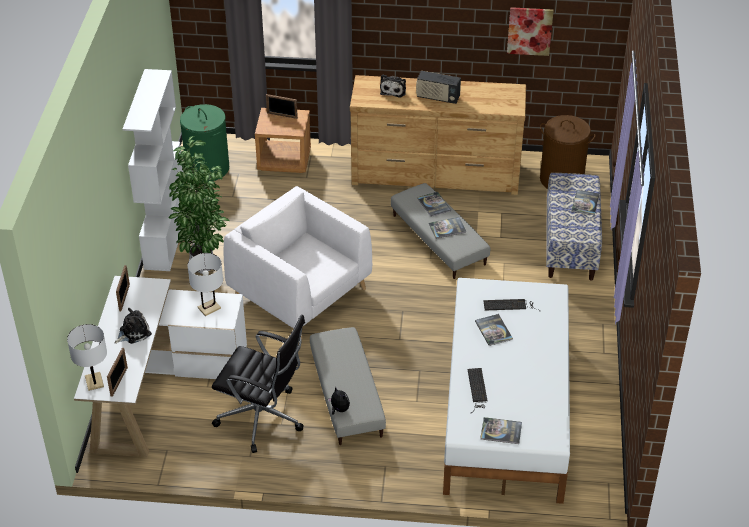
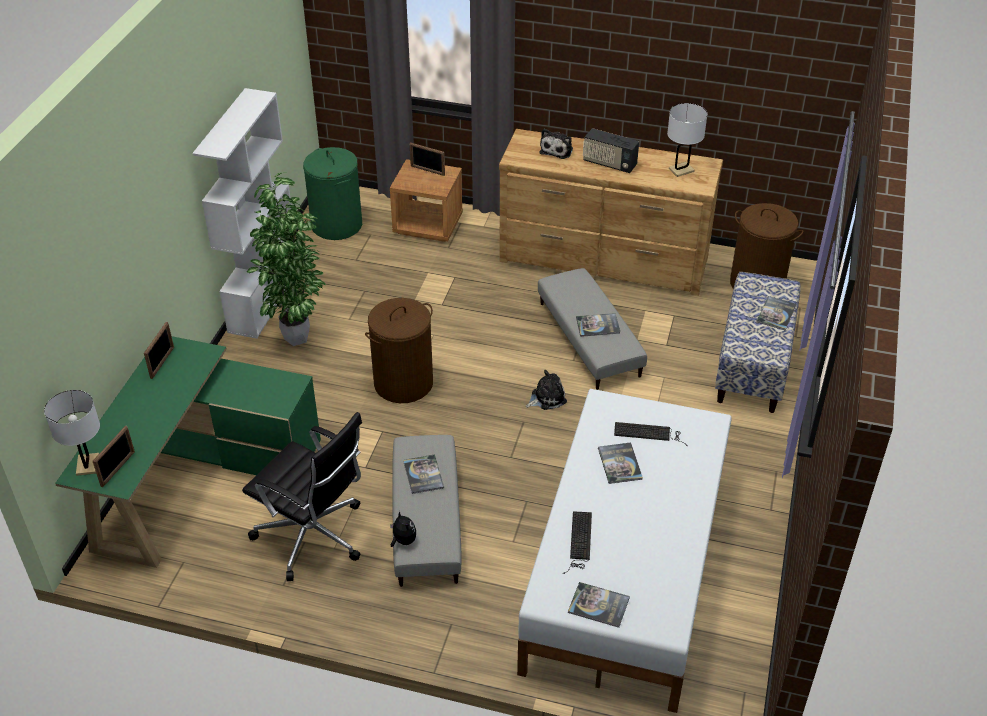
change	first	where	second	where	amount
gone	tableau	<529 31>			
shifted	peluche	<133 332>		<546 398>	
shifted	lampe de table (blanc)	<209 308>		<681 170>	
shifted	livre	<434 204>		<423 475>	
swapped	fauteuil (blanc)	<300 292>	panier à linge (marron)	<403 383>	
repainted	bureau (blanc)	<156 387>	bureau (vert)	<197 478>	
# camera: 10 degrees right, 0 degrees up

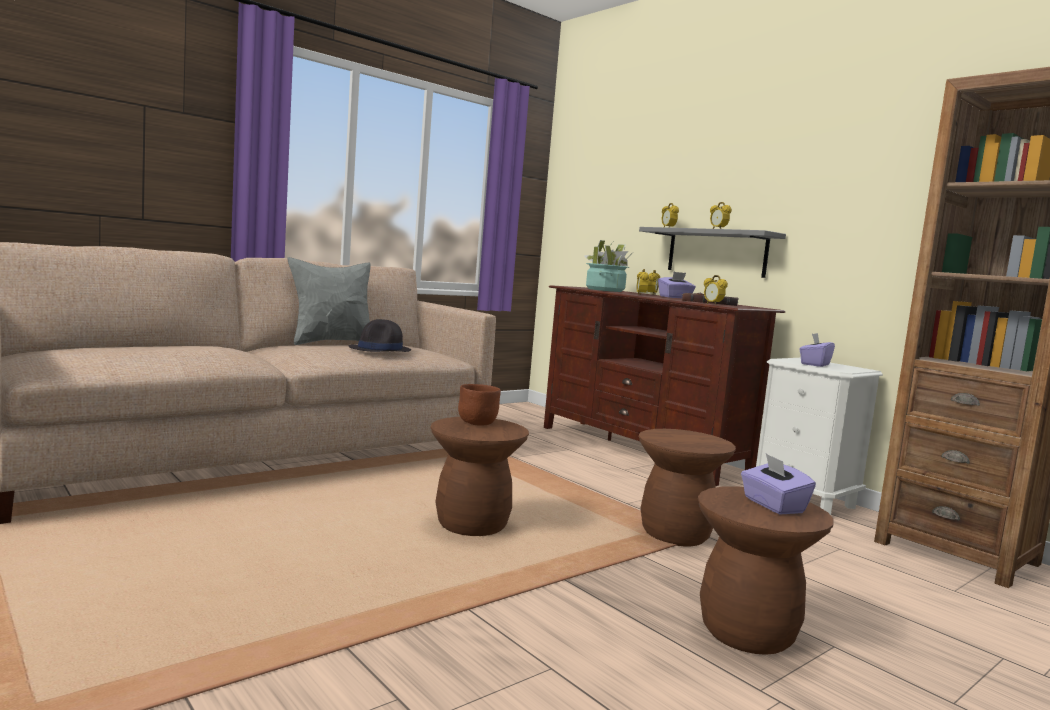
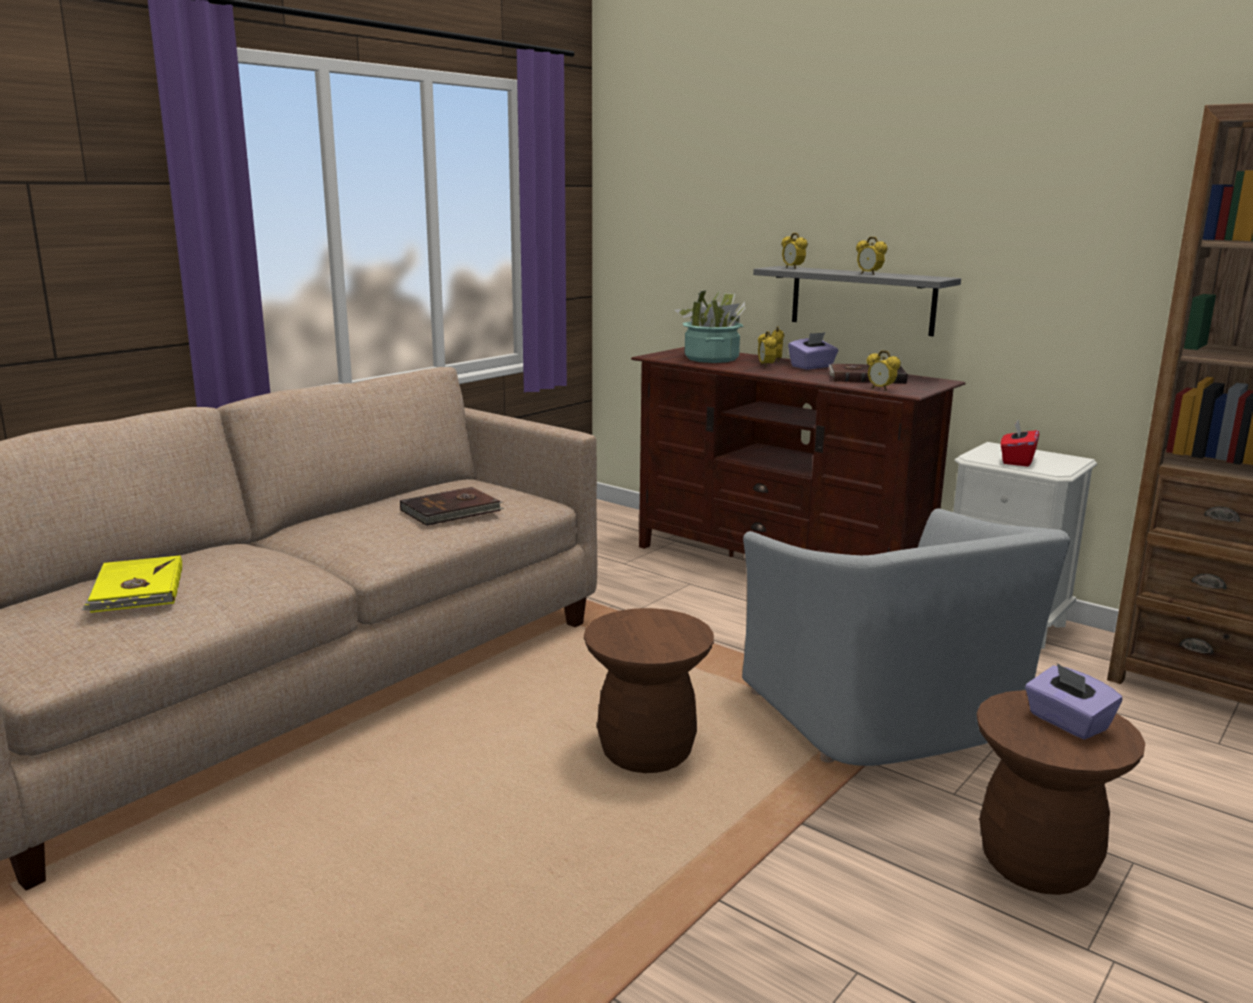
change	first	where	second	where	amount
gone	coussin (gris)	<331 343>			
gone	bol (marron)	<477 424>			
new			livre (jaune)	<136 589>	
swapped	chapeau (noir)	<380 350>	livre (marron)	<452 511>	
swapped	tabouret (marron)	<675 534>	fauteuil (gris)	<888 716>	
repainted	boîte à mouchoirs (violet)	<814 364>	boîte à mouchoirs (rouge)	<1017 461>	
# camera: 10 degrees left, 10 degrees up

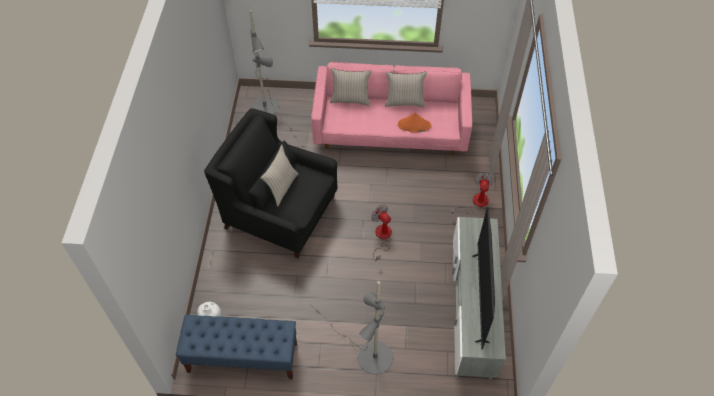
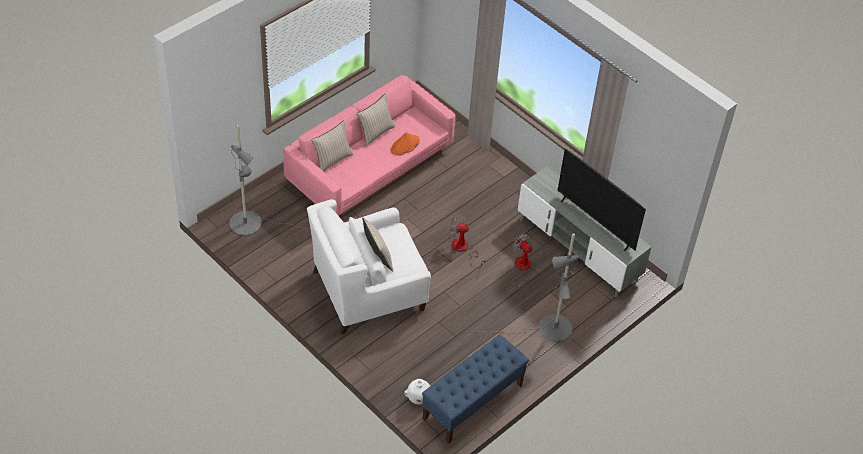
change	first	where	second	where	amount
shifted	ventilateur	<475 203>		<521 268>	
repainted	fauteuil (noir)	<280 212>	fauteuil (blanc)	<368 290>	
# camera: 50 degrees left, 5 degrees down

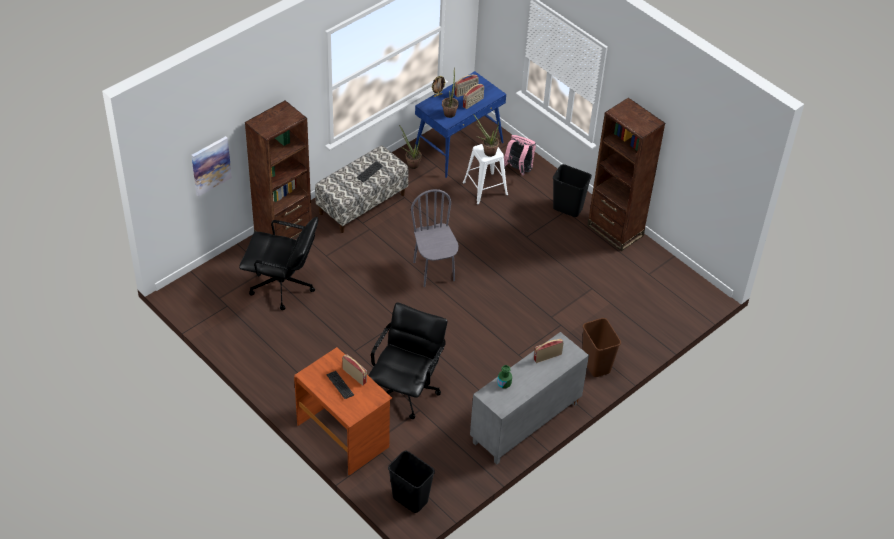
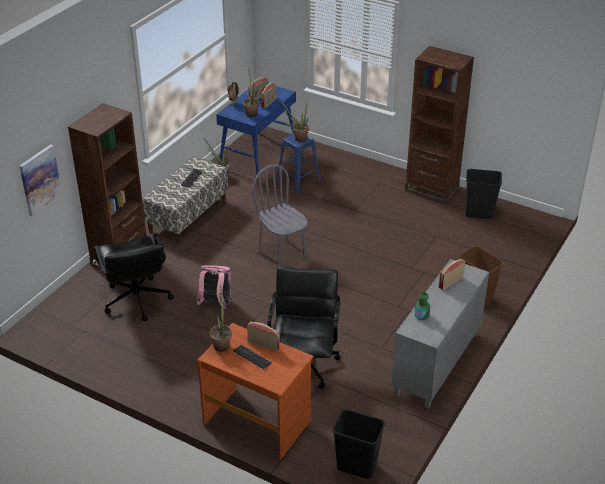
change	first	where	second	where	amount
new			plante en pot	<221 343>	
shifted	sac à dos (rose)	<518 170>		<216 304>	
shifted	poubelle (noir)	<568 208>		<479 213>	
repainted	tabouret (blanc)	<485 189>	tabouret (bleu)	<298 181>	
rotated	chaise de bureau (noir)	<282 286>		<136 300>	75 degrees clockwise
# camera: 15 degrees left, 10 degrees down

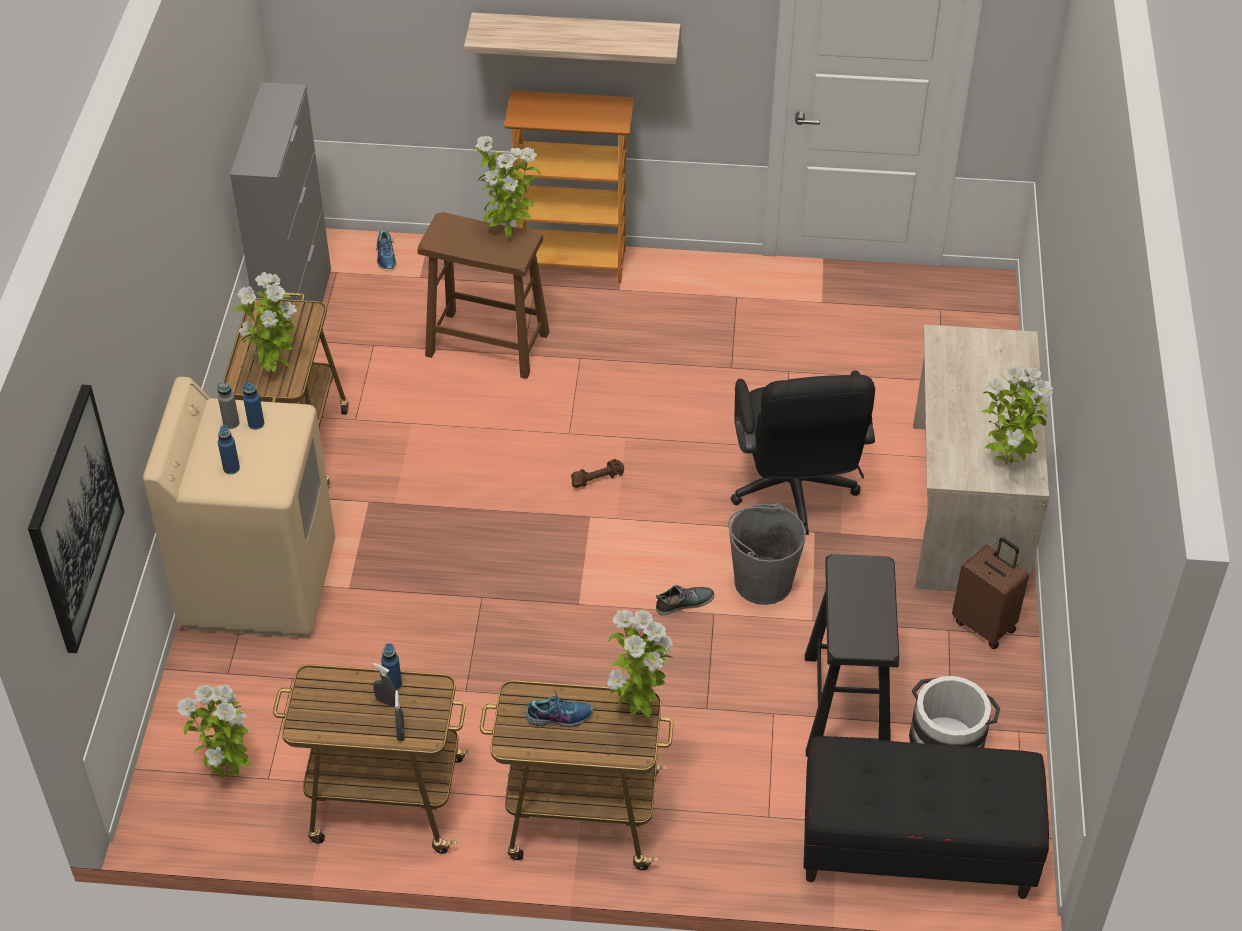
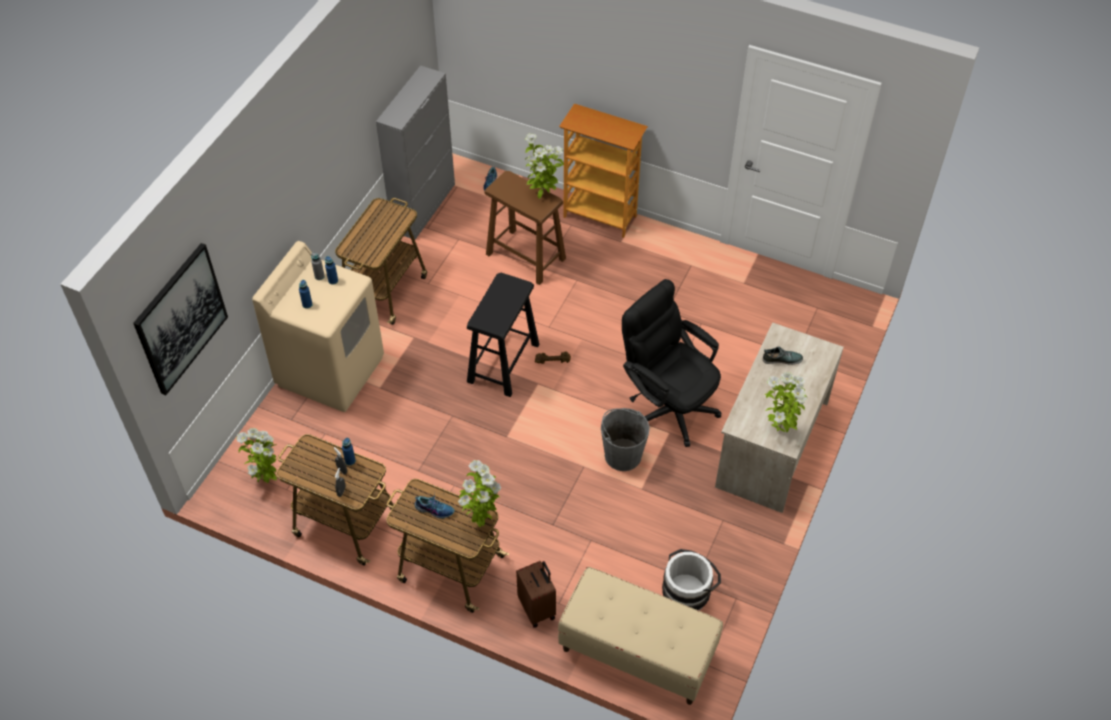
change	first	where	second	where	amount
gone	plante en pot	<275 369>			
gone	étagère	<576 37>			
shifted	chaussure	<684 602>		<782 359>	
shifted	tabouret (noir)	<846 706>		<503 362>	
shifted	valise (marron)	<985 625>		<538 608>	
repainted	banc (noir)	<915 850>	banc (beige)	<637 652>	
rotated	chaise de bureau (noir)	<794 494>		<668 404>	120 degrees clockwise
# camera: 20 degrees right, 5 degrees up

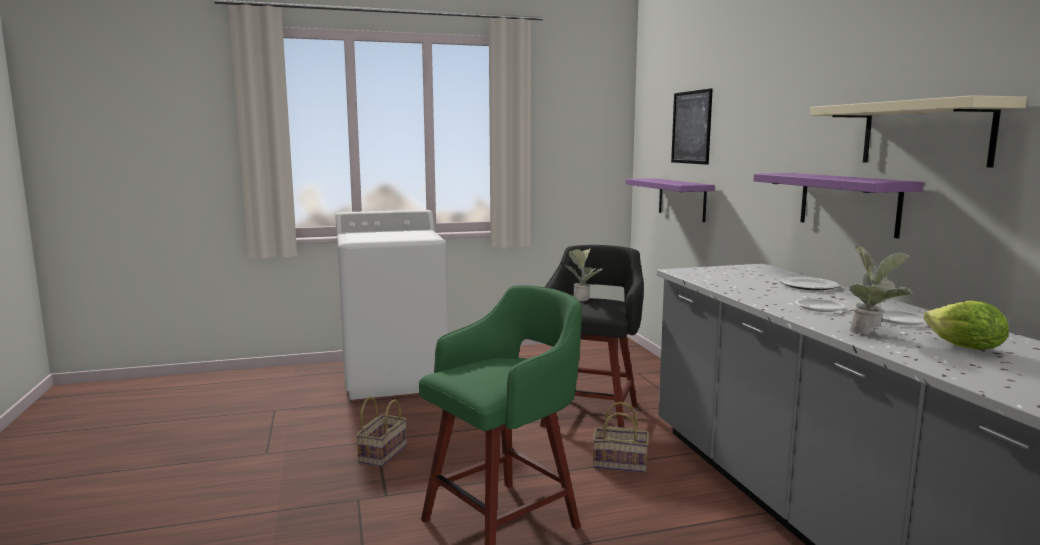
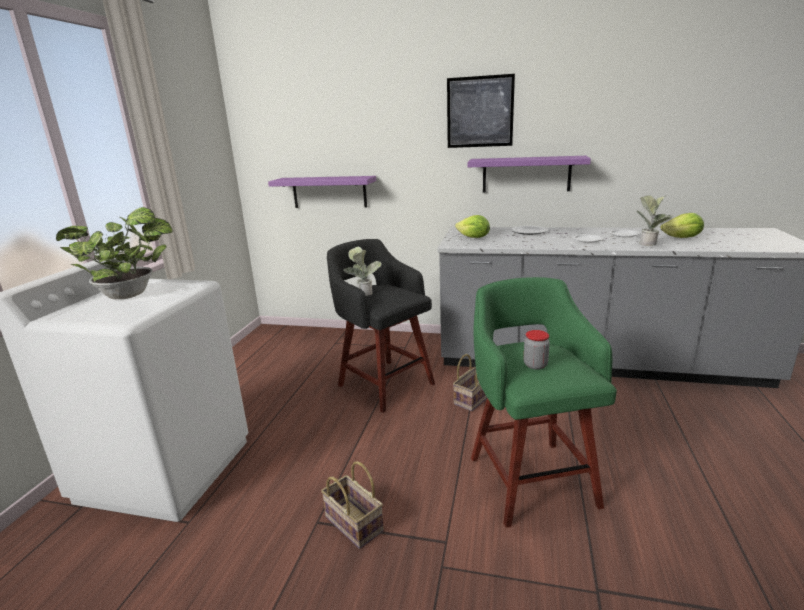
change	first	where	second	where	amount
gone	étagère (beige)	<925 134>			
new			plante en pot	<131 295>	
new			laitue	<473 238>	
new			bocal	<535 365>	
shifted	tableau	<691 127>		<480 112>	
# camera: 60 degrees left, 10 degrees up

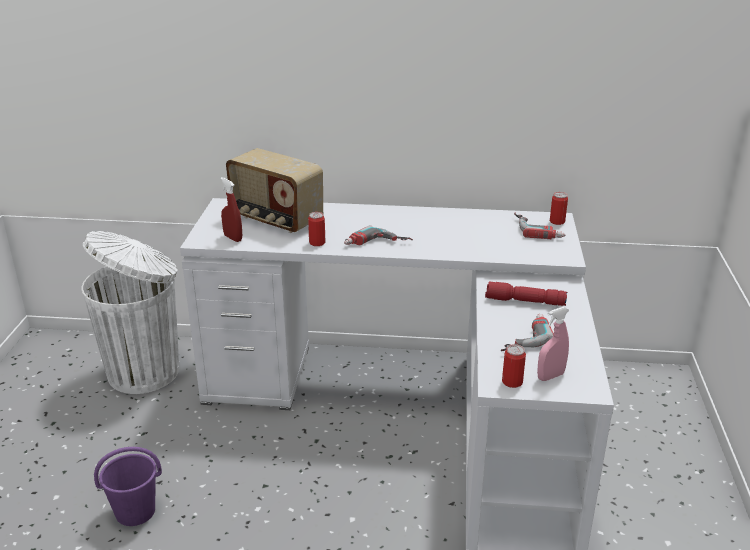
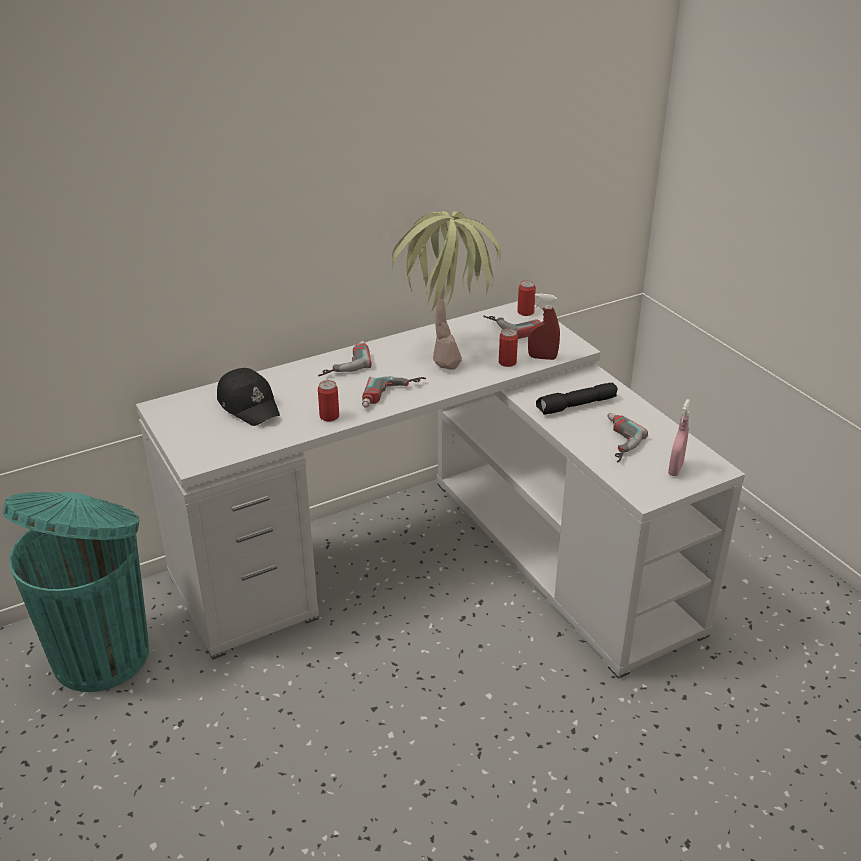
change	first	where	second	where	amount
gone	seau (violet)	<136 511>			
new			perceuse	<343 363>	
new			plante en pot	<447 349>	
shifted	vaporisateur (rouge)	<233 238>		<542 357>	
shifted	boîte métallique	<512 382>		<507 362>	
swapped	radio	<276 219>	casquette (noir)	<249 405>	
repainted	poubelle (blanc)	<146 372>	poubelle (turquoise)	<103 653>	
repainted	lampe de poche (rouge)	<524 302>	lampe de poche (noir)	<576 406>	
# camera: 35 degrees left, 5 degrees up

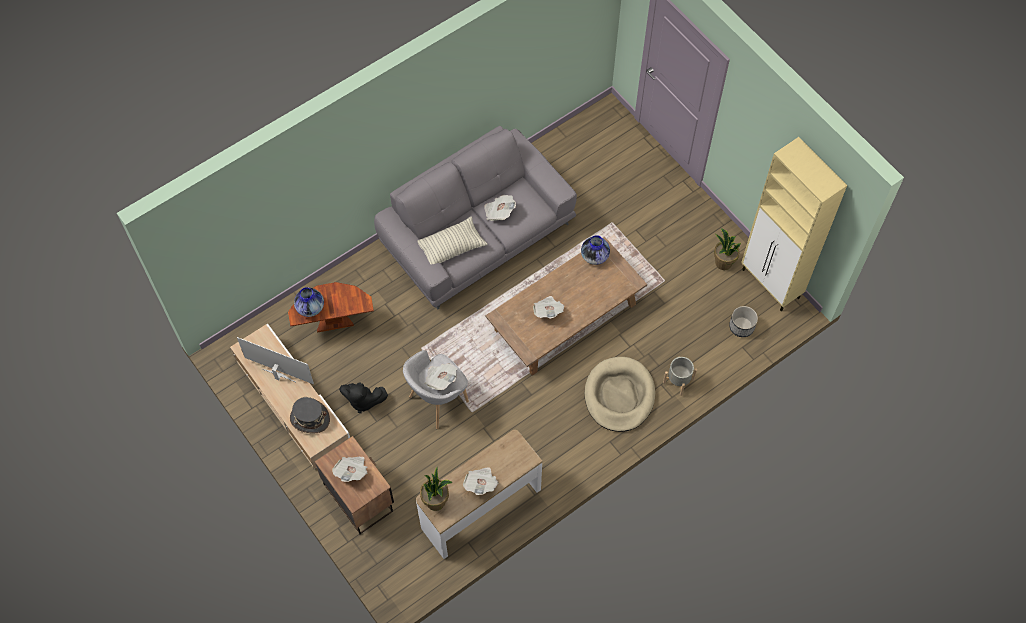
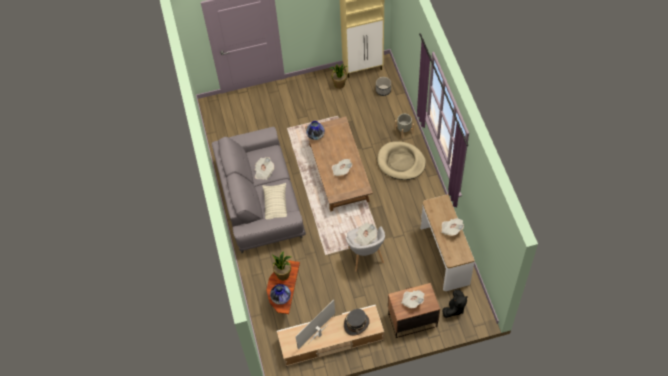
change	first	where	second	where	amount
shifted	peluche (noir)	<363 400>		<454 308>	
shifted	plante en pot	<436 501>		<283 274>	
# camera: 65 degrees left, 5 degrees down

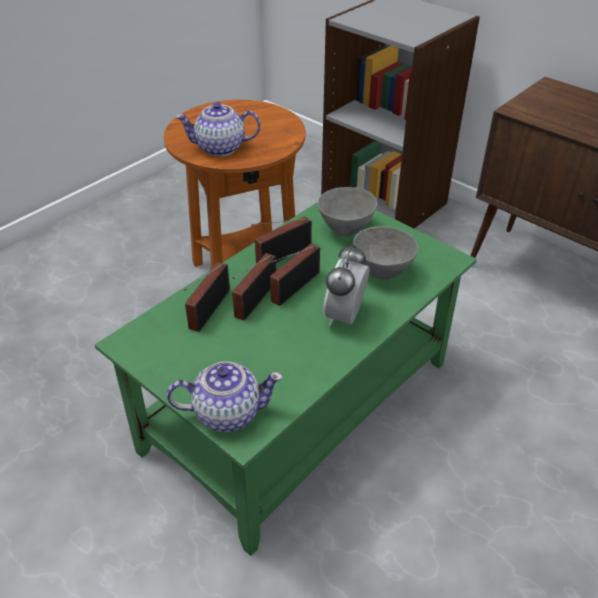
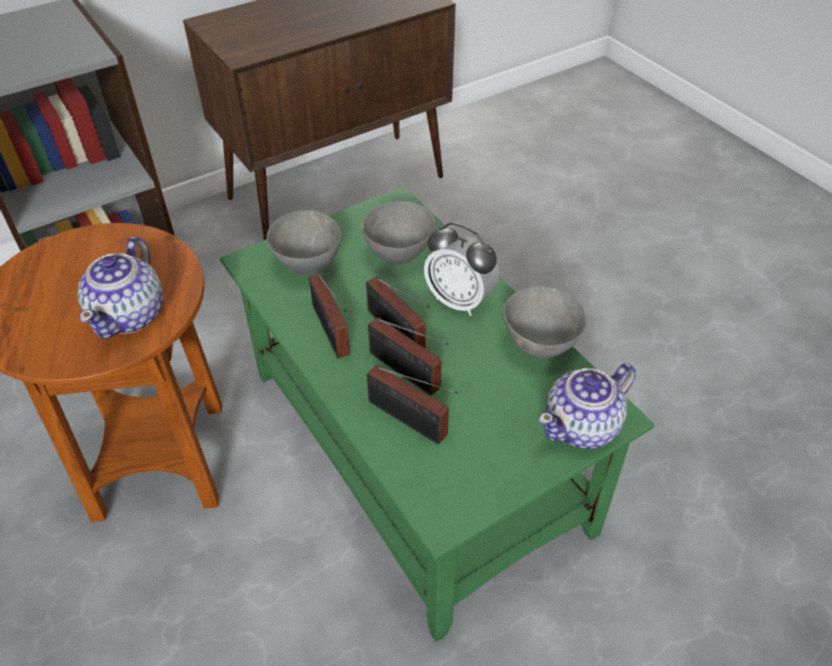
change	first	where	second	where	amount
new			bol (gris)	<540 346>	
rotated	théière	<226 412>		<582 426>	135 degrees counterclockwise
# camera: 75 degrees left, 5 degrees up

